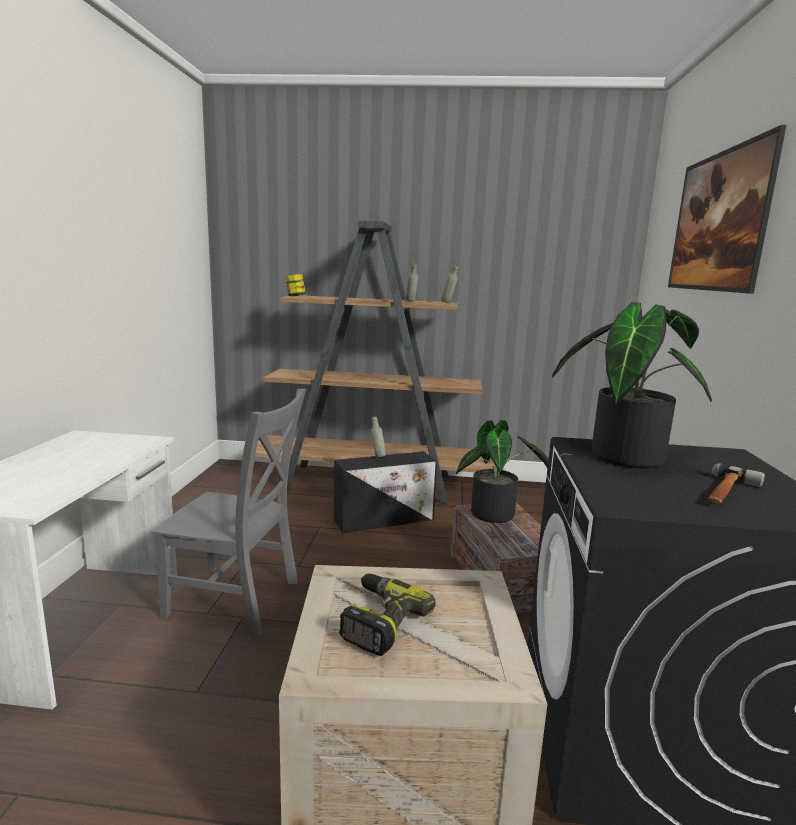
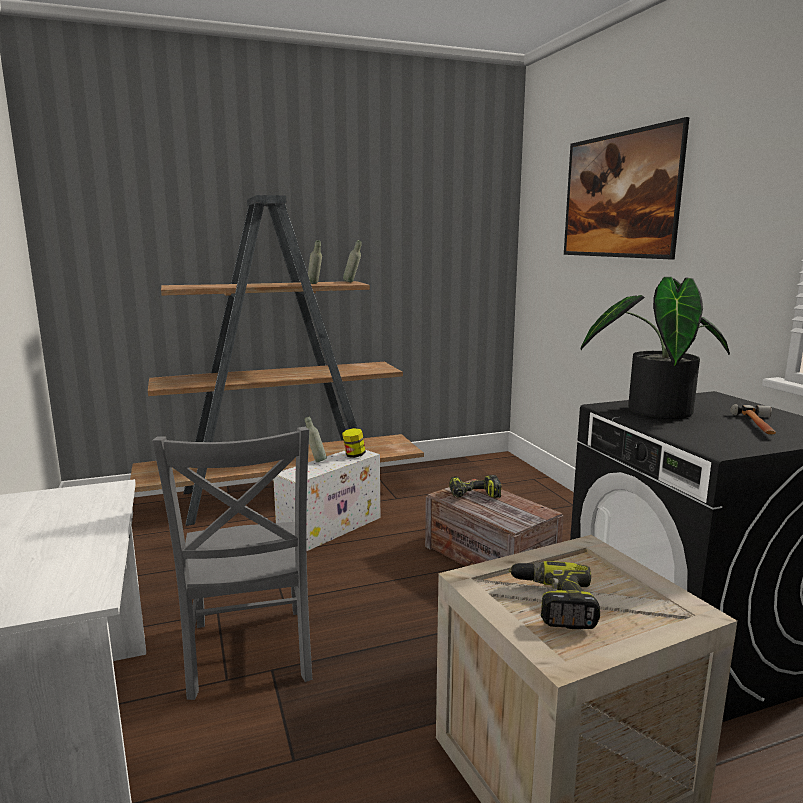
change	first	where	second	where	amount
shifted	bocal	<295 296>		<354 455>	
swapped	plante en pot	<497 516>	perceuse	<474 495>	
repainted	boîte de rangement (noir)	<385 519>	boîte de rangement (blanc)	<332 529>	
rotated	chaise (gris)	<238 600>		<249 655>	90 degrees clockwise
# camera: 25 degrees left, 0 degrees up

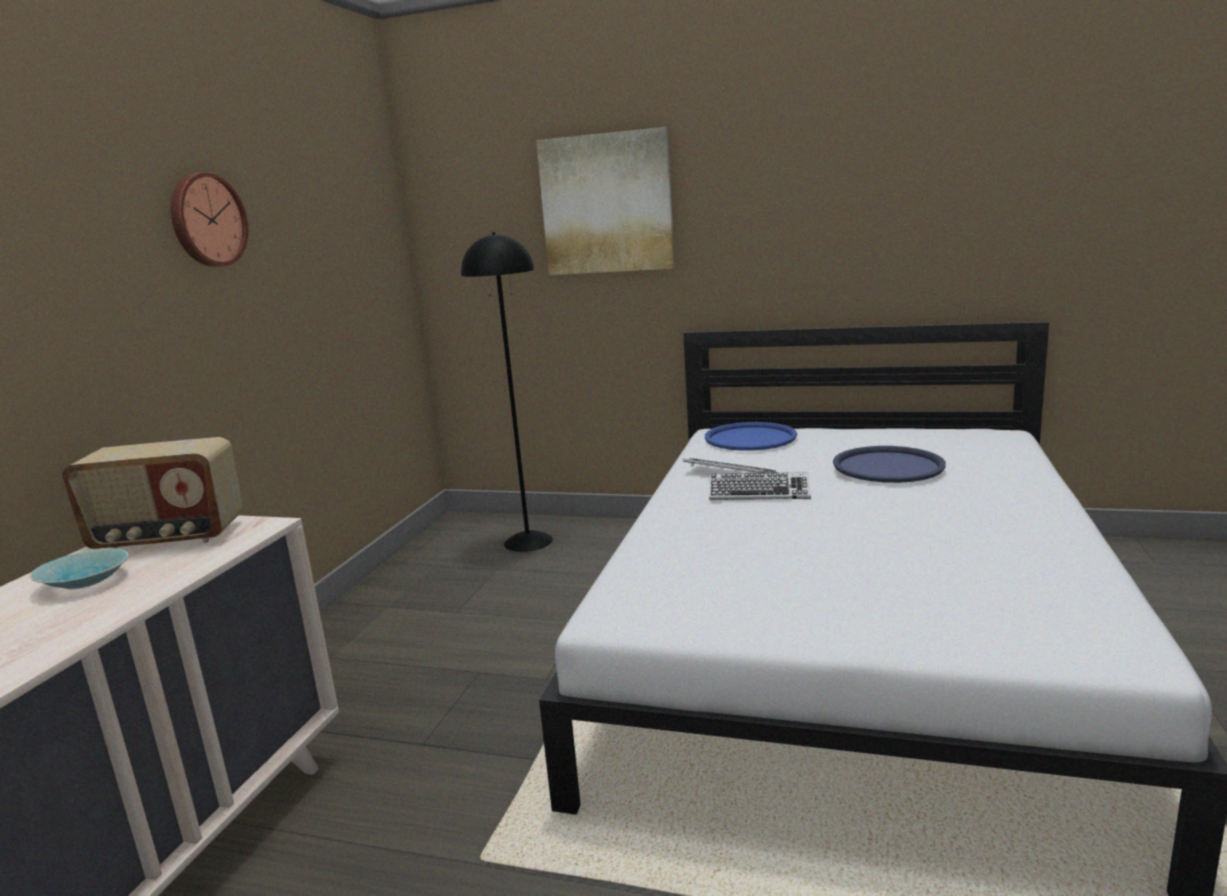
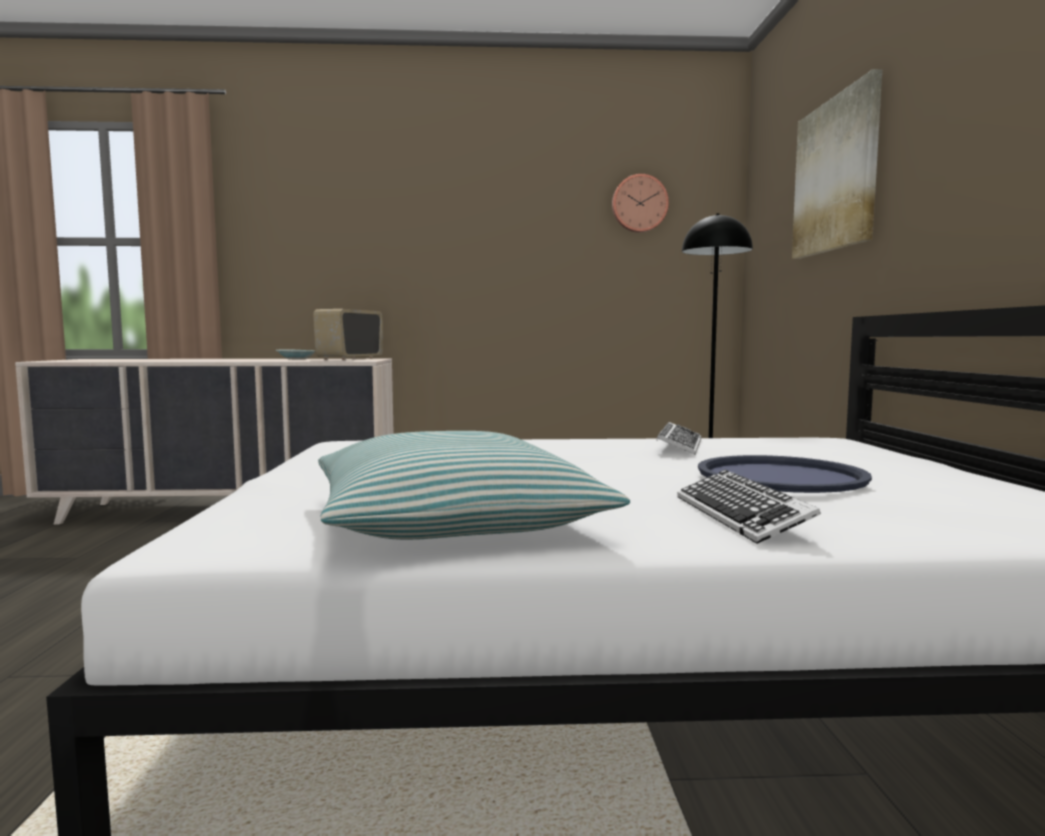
change	first	where	second	where	amount
gone	plateau (bleu)	<750 438>			
new			coussin	<453 519>	
shifted	horloge murale	<206 220>		<639 204>	
shifted	clavier	<759 493>		<741 516>	
rotated	radio	<168 538>		<349 359>	45 degrees clockwise
# camera: 70 degrees right, 10 degrees down

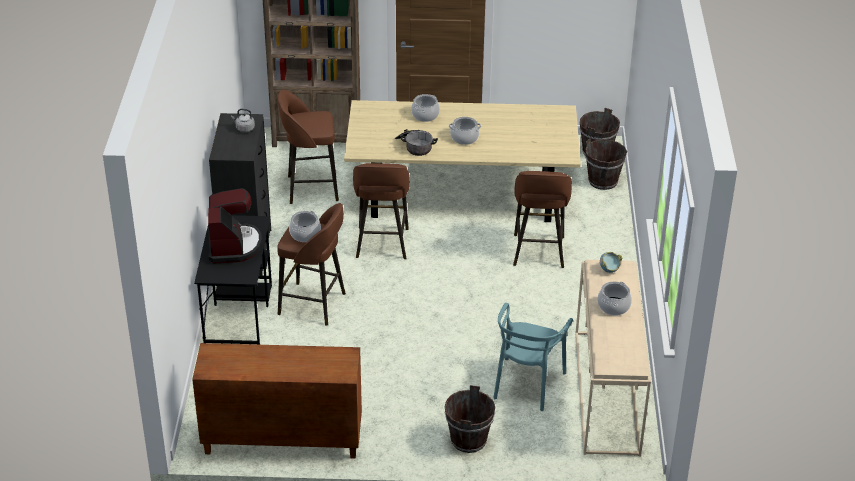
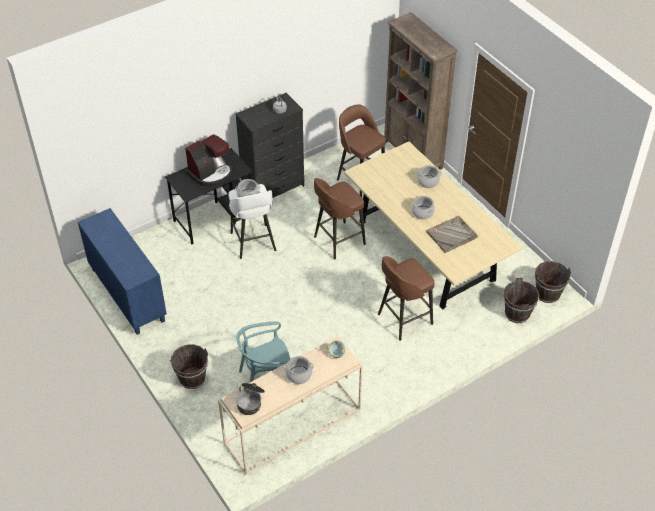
change	first	where	second	where	amount
new			plateau (gris)	<452 235>	
shifted	marmite	<414 147>		<250 401>	
repainted	meuble de rangement (marron)	<281 440>	meuble de rangement (bleu)	<127 295>	
repainted	tabouret (marron)	<314 304>	tabouret (blanc)	<253 243>	
# camera: 55 degrees right, 10 degrees up

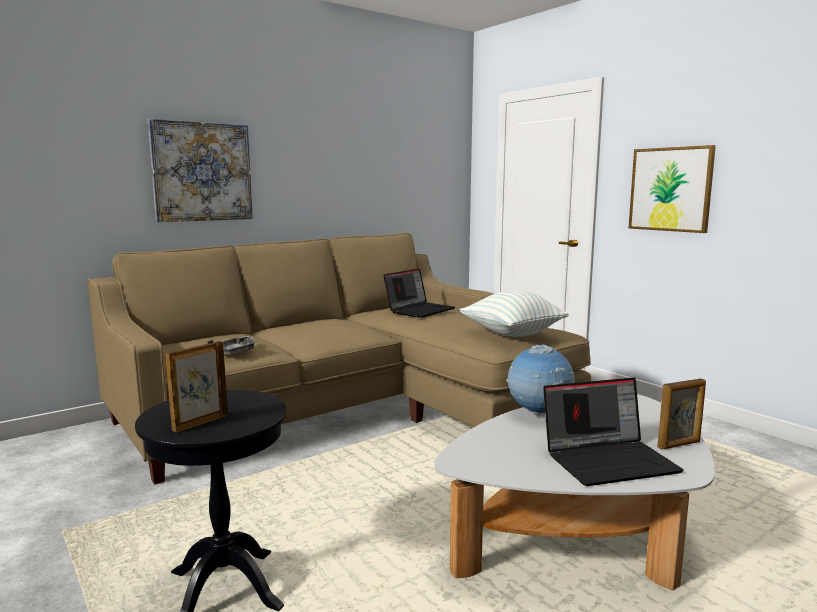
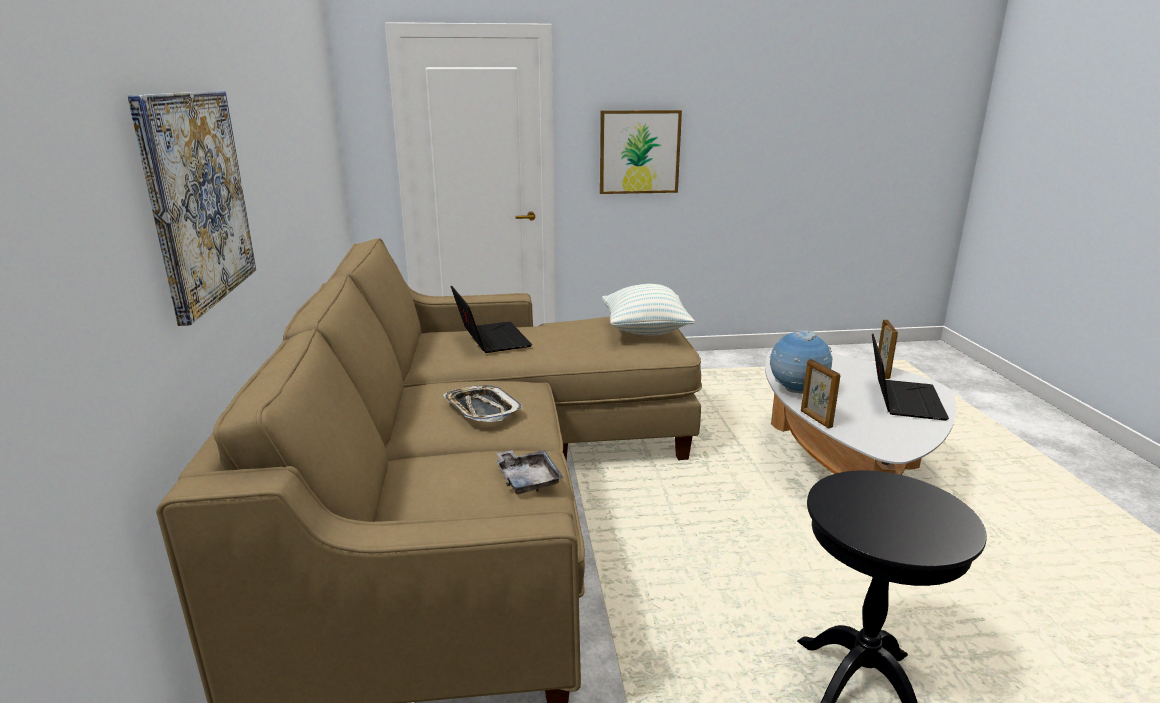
change	first	where	second	where	amount
new			plateau	<482 409>	
shifted	cadre photo	<200 423>		<815 419>	
# camera: 60 degrees left, 10 degrees up

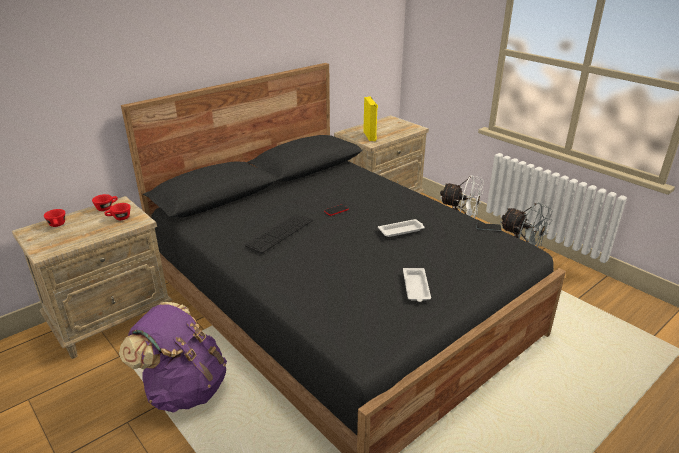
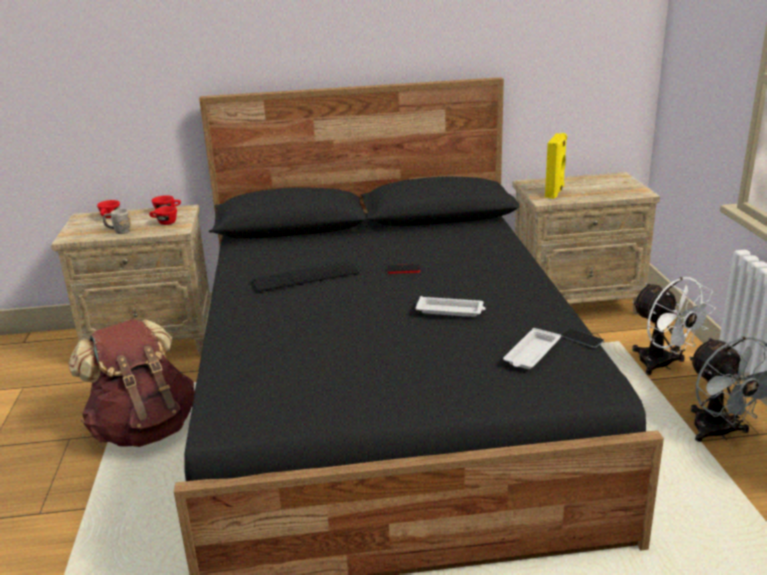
change	first	where	second	where	amount
new			mug (gris)	<119 231>	
shifted	plateau (blanc)	<416 288>		<531 354>	
repainted	sac à dos (violet)	<184 389>	sac à dos (marron)	<144 429>	
# camera: 35 degrees right, 5 degrees down

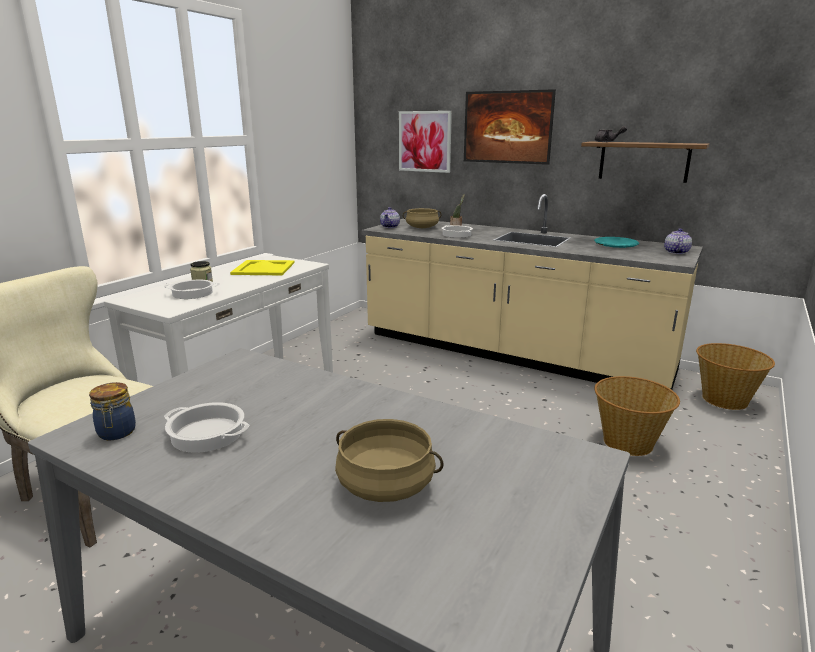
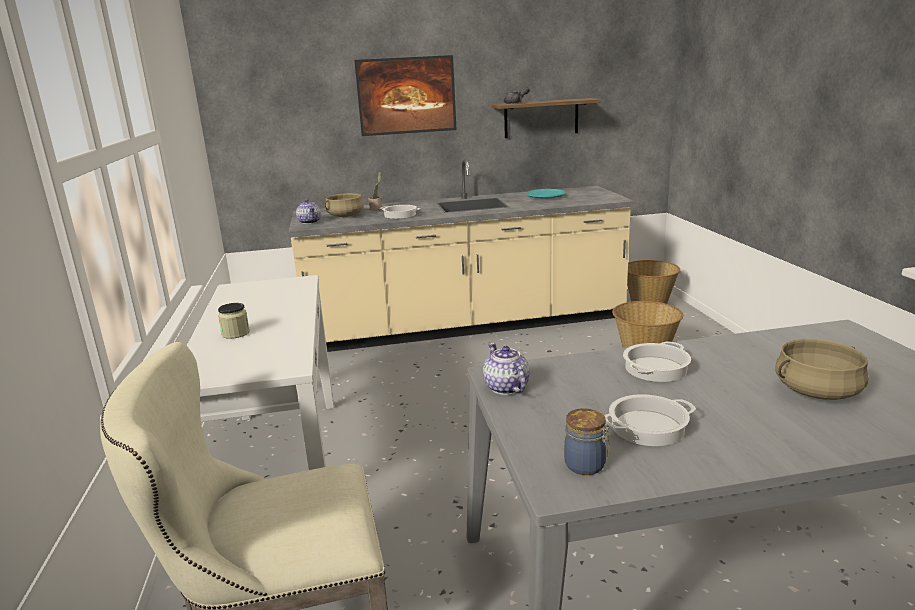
change	first	where	second	where	amount
gone	plateau (jaune)	<264 268>			
gone	tableau	<425 141>			
shifted	marmite	<192 293>		<656 369>	
shifted	théière	<676 252>		<506 388>	
# camera: 40 degrees left, 0 degrees up

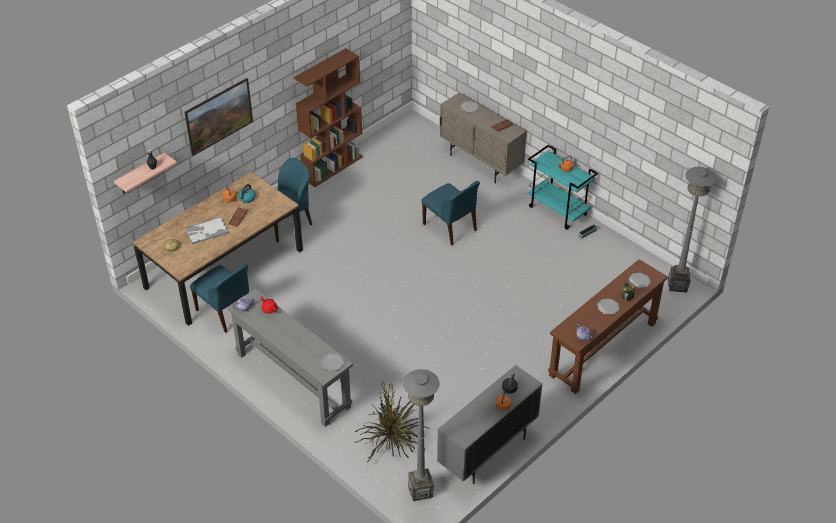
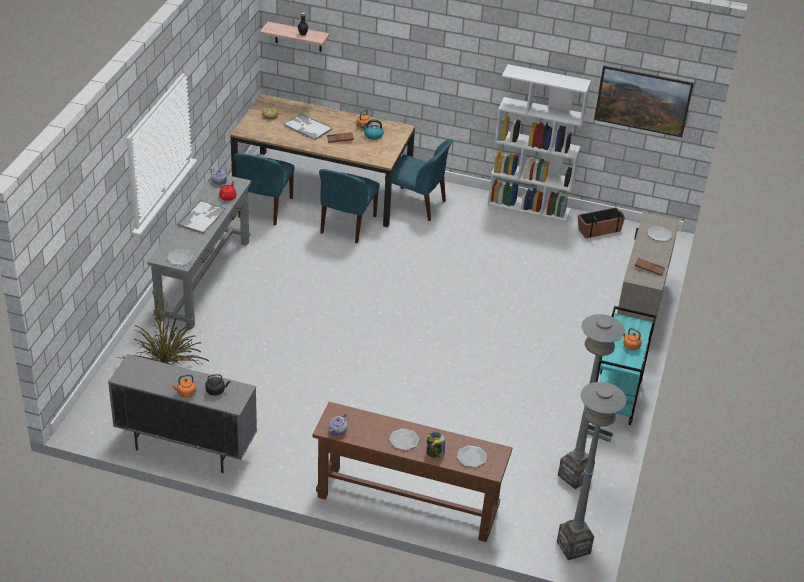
change	first	where	second	where	amount
new			plateau	<202 217>	
new			cache-pot	<599 230>	
shifted	tableau	<220 127>		<640 114>	
shifted	lampadaire (gris)	<420 490>		<575 476>	
shifted	chaise (bleu)	<450 228>		<347 225>	
repainted	bibliothèque (marron)	<333 167>	bibliothèque (blanc)	<529 207>	
# camera: 60 degrees right, 5 degrees down

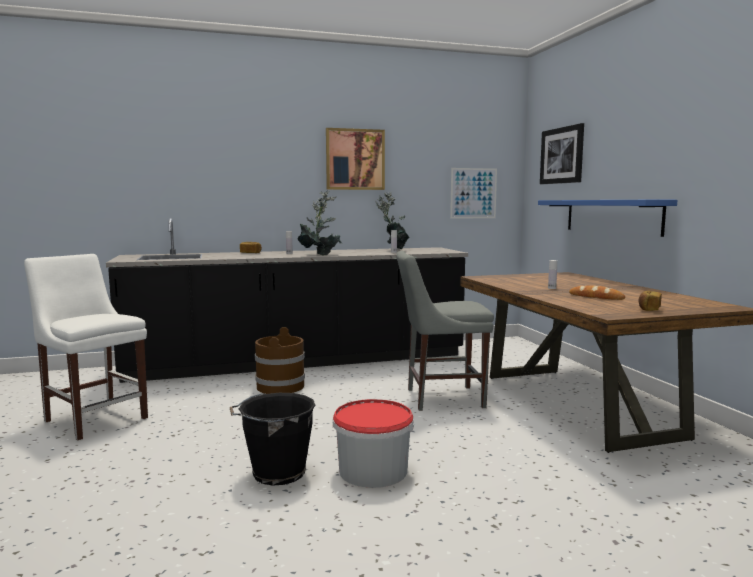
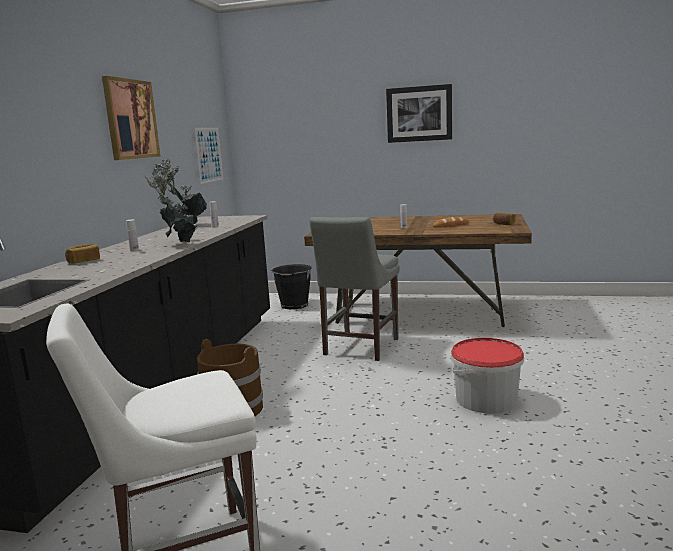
change	first	where	second	where	amount
gone	étagère (bleu)	<611 216>			
shifted	seau (noir)	<276 473>		<294 305>	
shifted	tableau	<562 155>		<419 114>	
# camera: 60 degrees left, 5 degrees up

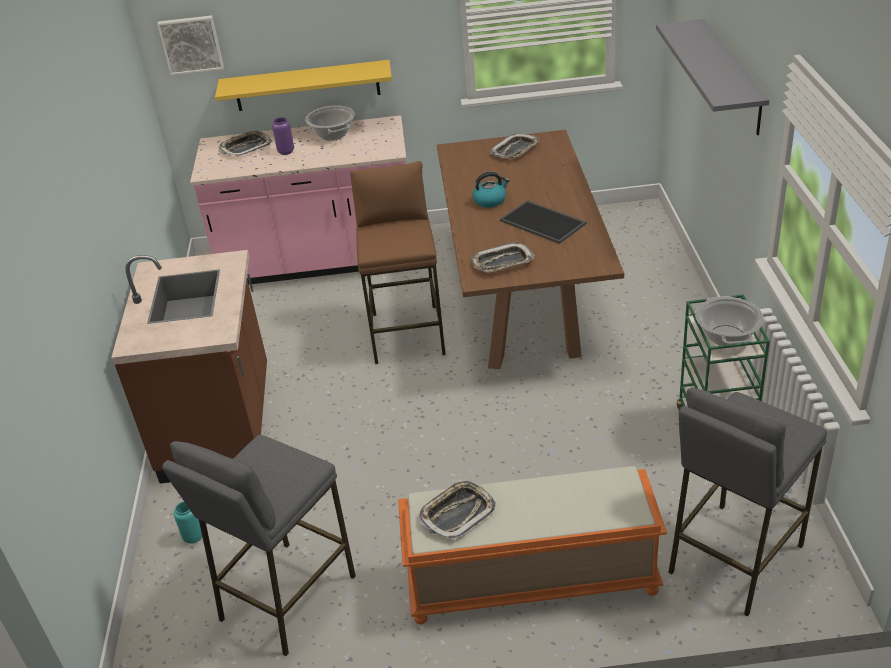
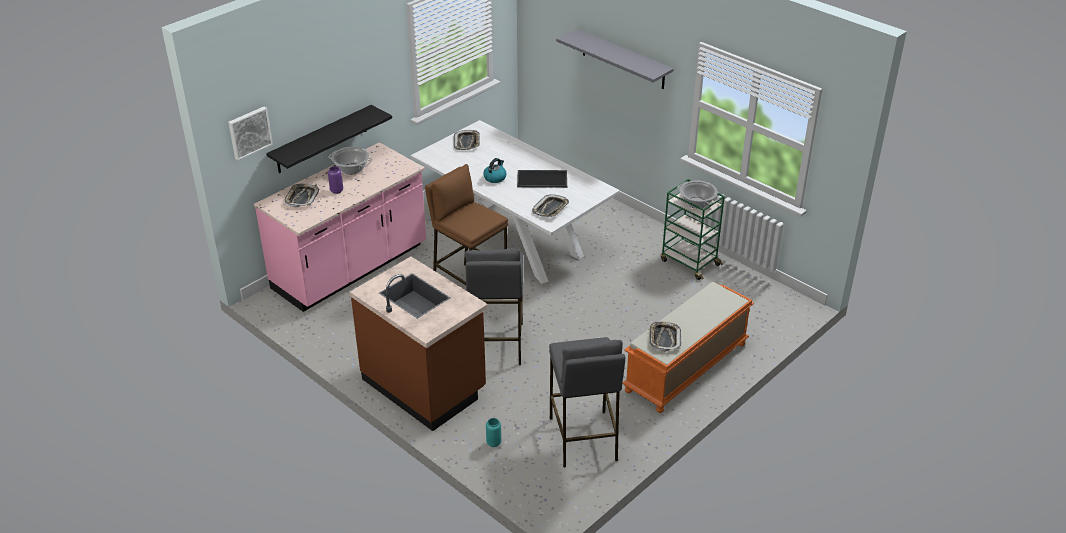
change	first	where	second	where	amount
shifted	tabouret (gris)	<733 558>		<496 344>	
repainted	étagère (jaune)	<307 85>	étagère (noir)	<322 139>	
repainted	table à manger (marron)	<523 299>	table à manger (blanc)	<512 239>	
# camera: 45 degrees left, 0 degrees up

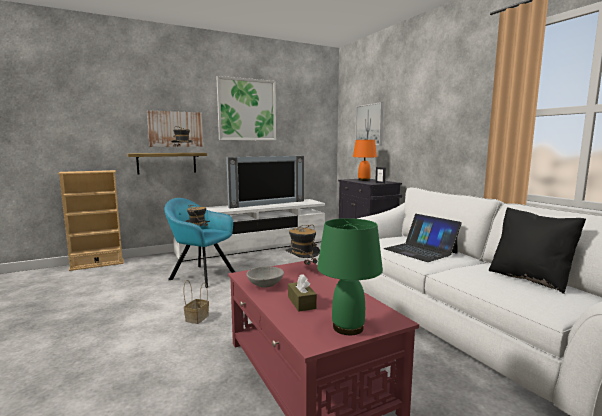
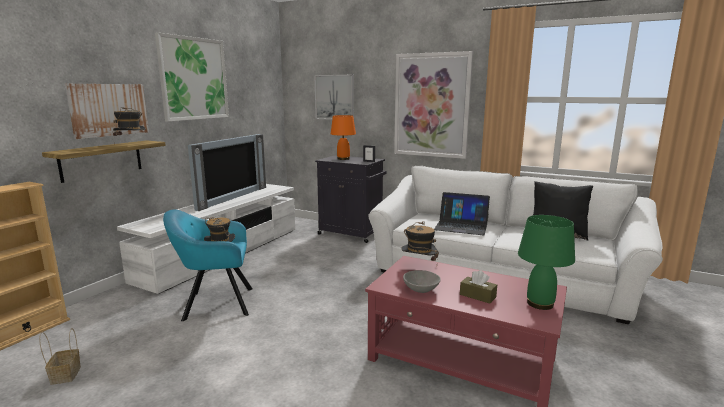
change	first	where	second	where	amount
new			tableau	<431 105>	
shifted	panier	<197 318>		<65 374>	
# camera: 35 degrees left, 5 degrees up

